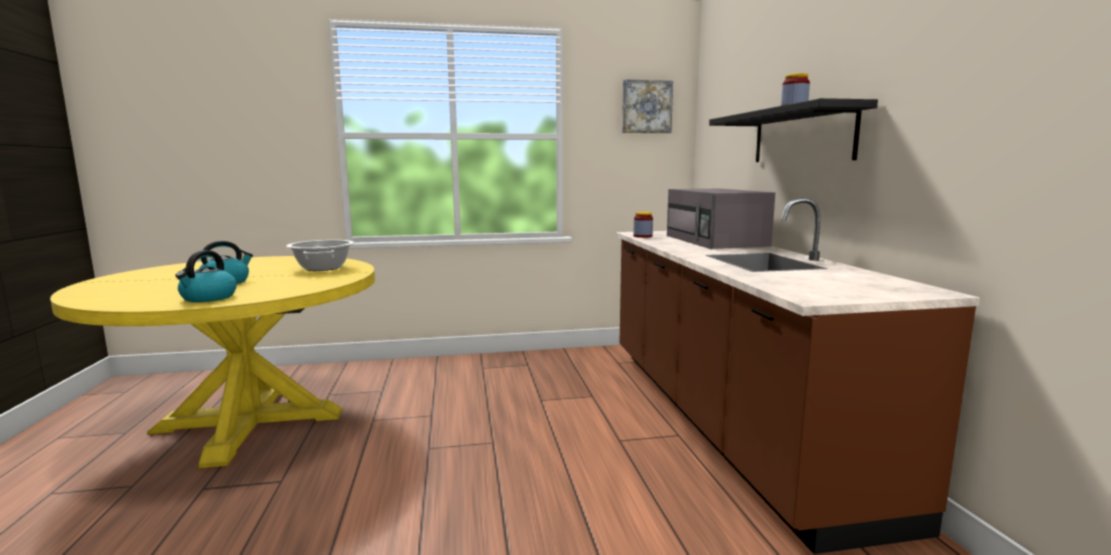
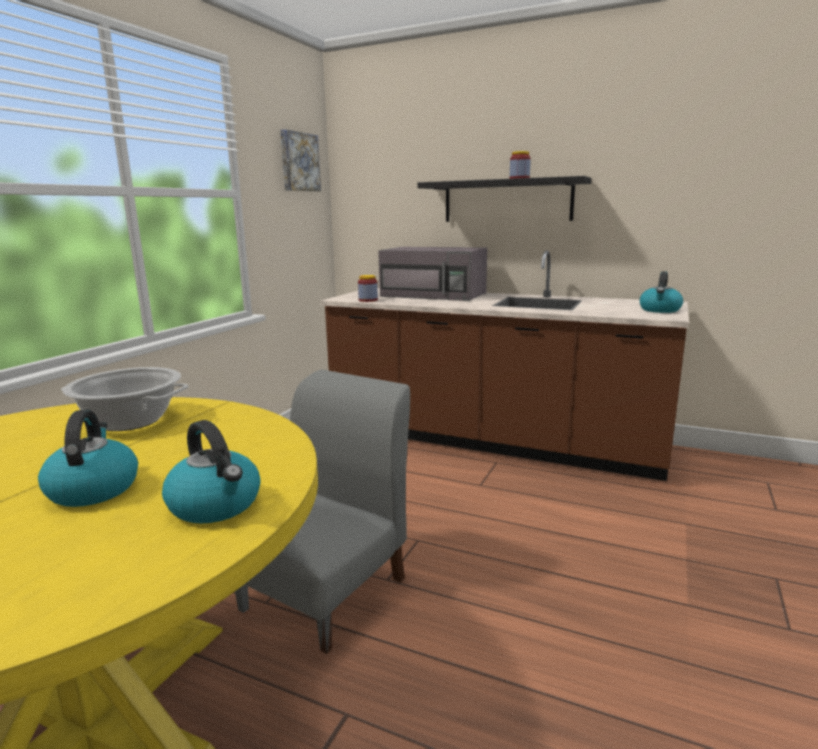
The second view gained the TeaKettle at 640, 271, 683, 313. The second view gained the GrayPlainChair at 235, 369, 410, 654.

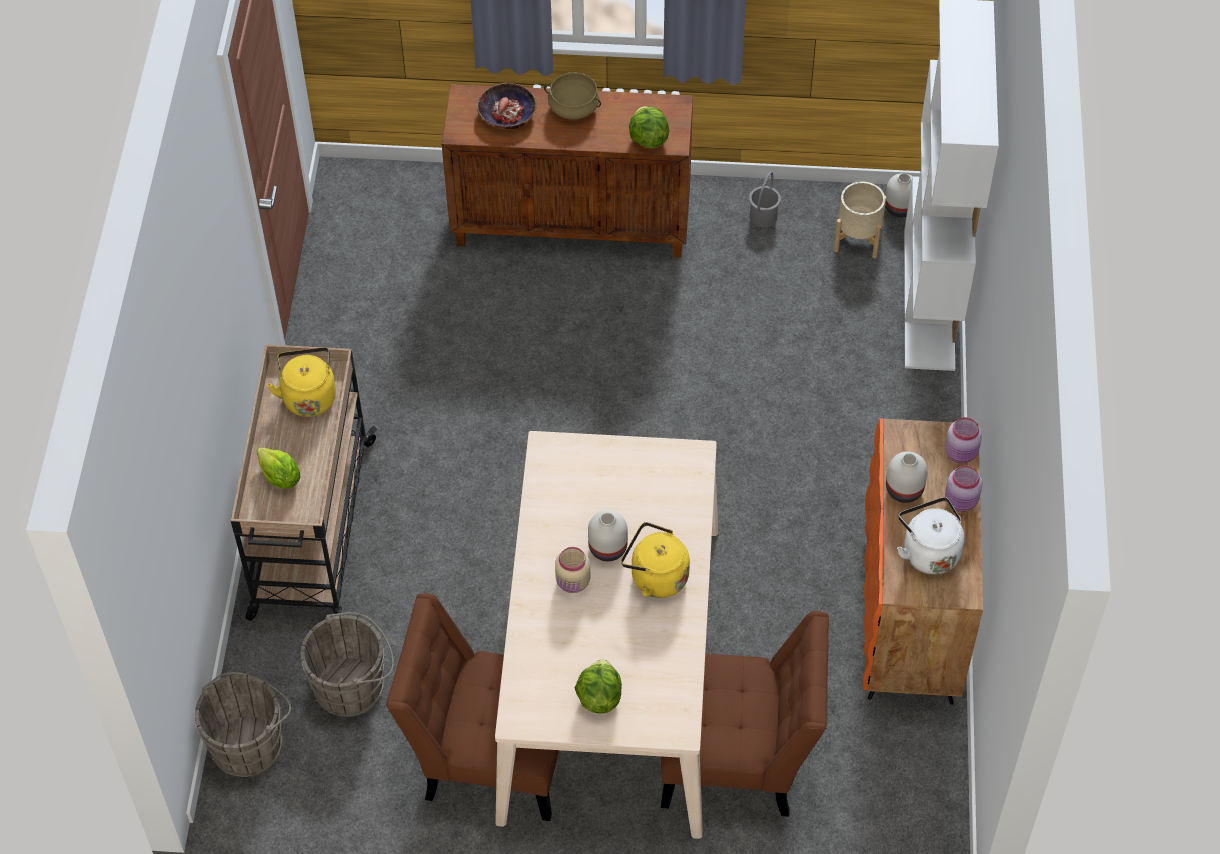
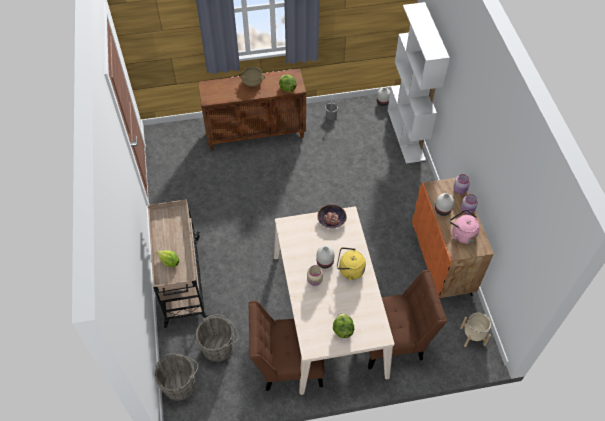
The Bowl ended up elsewhere, having gone from 477, 83, 537, 129 to 317, 204, 347, 229. The BeigePlanter ended up elsewhere, having gone from 834, 182, 886, 258 to 460, 312, 491, 347. The second view lost the YellowColouredTeaKettle at 267, 347, 336, 417. What was the WhiteTeaKettle at 897, 497, 964, 574 turned into the PinkishTeaKettle at 450, 209, 480, 244.

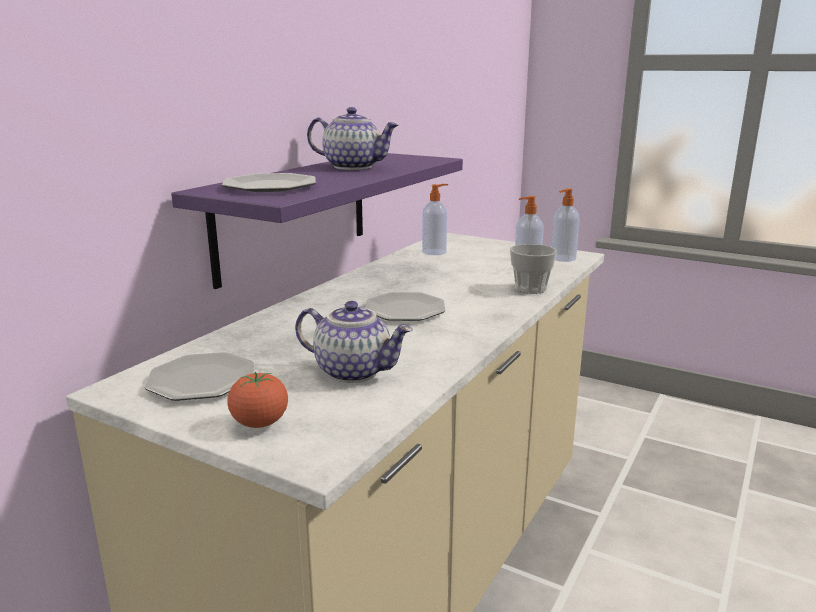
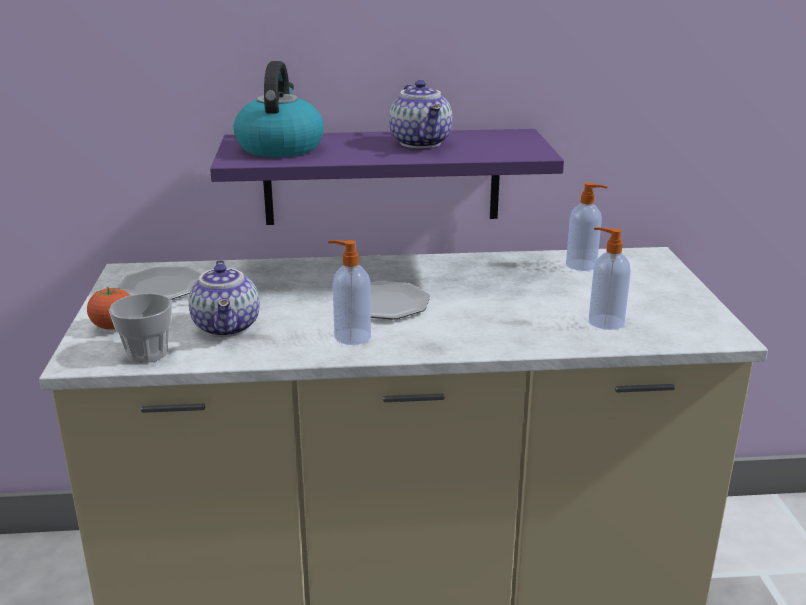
Where the FlatDish stood at 222, 173, 316, 192, the TeaKettle came to stand at 234, 61, 324, 157. The LiquidSoapBottle ended up elsewhere, having gone from 552, 188, 580, 262 to 328, 240, 371, 345. The Cup ended up elsewhere, having gone from 510, 244, 557, 294 to 109, 293, 172, 363.

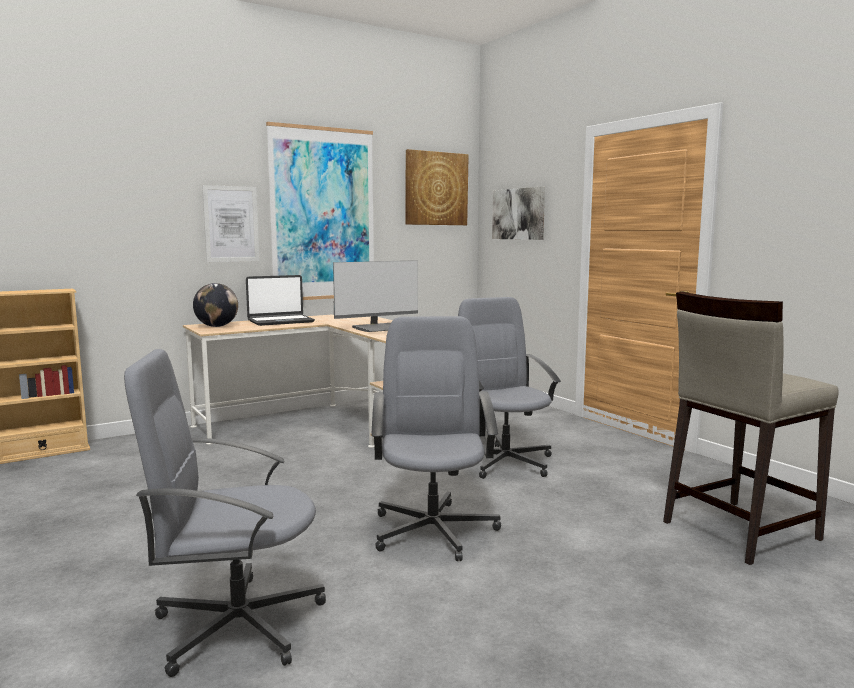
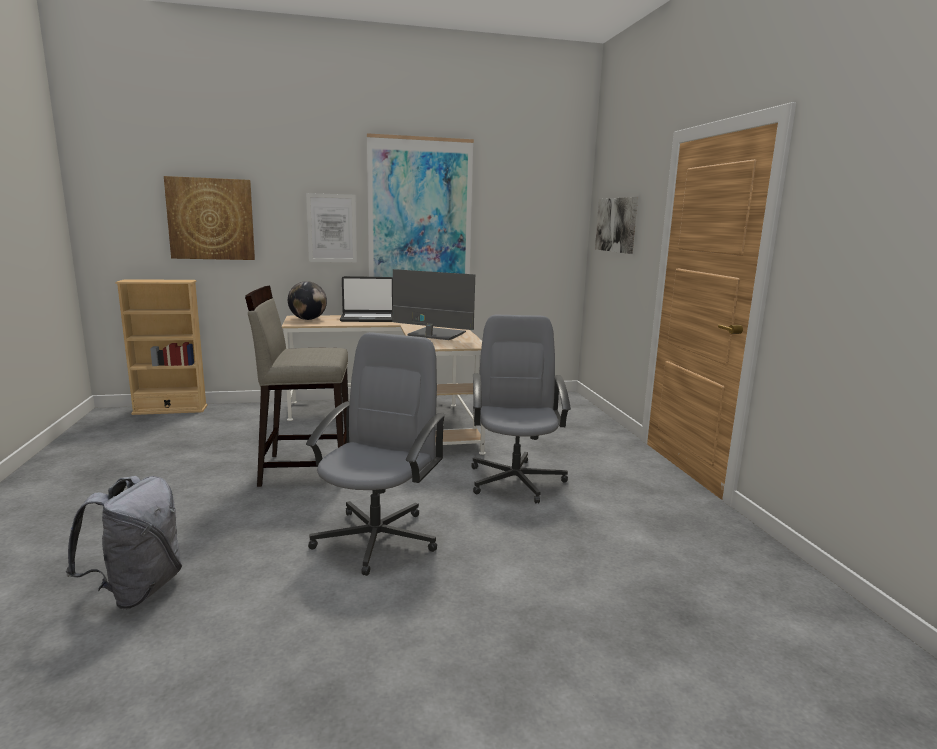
The WallPicture ended up elsewhere, having gone from 405, 149, 469, 225 to 164, 176, 255, 260. The Monitor at 333, 260, 418, 332 ended up facing another way, 150 degrees counterclockwise from before. The BeigeSittingStool ended up elsewhere, having gone from 663, 291, 839, 565 to 245, 285, 348, 487. Where the GrayComputerChair stood at 124, 349, 326, 677, the GrayKnapsack came to stand at 66, 476, 182, 609.

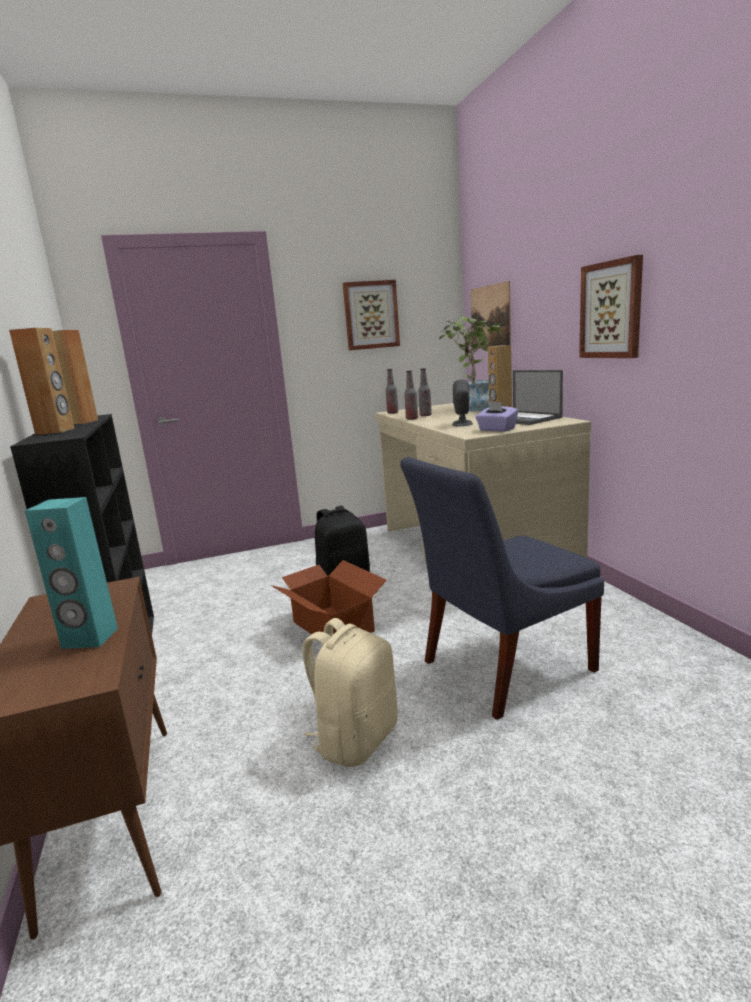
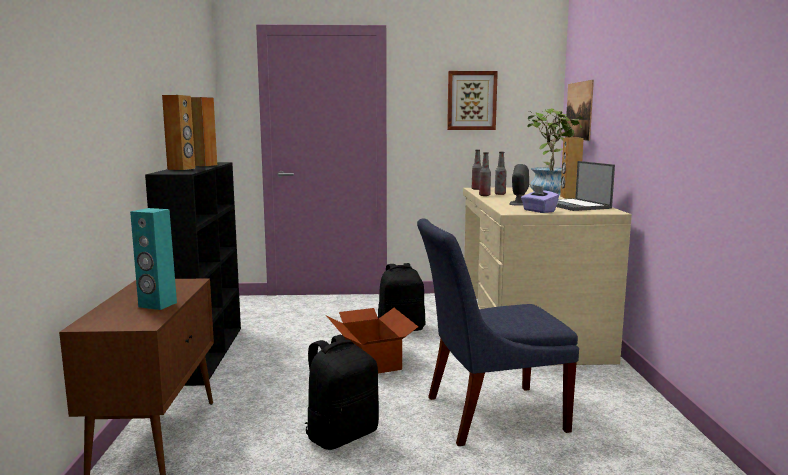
The second view lost the WallPicture at 579, 255, 643, 358. What was the BeigeKnapsack at 302, 618, 398, 767 turned into the BlackColouredKnapsack at 305, 335, 379, 450.

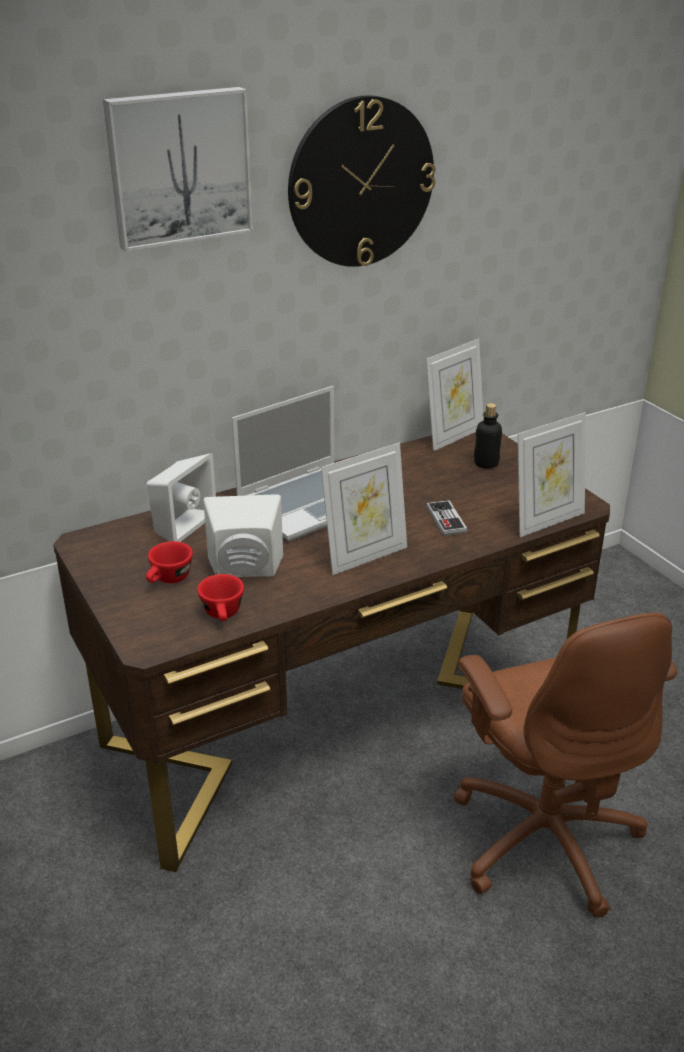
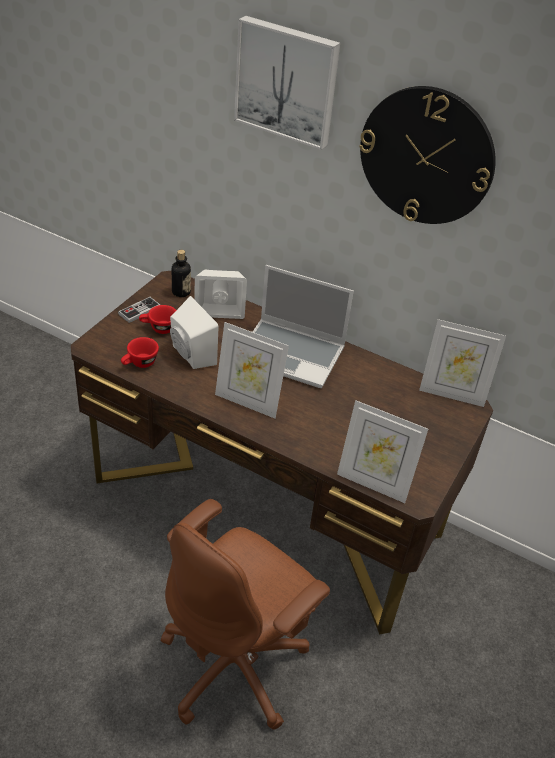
The BeverageBottle ended up elsewhere, having gone from 474, 403, 502, 469 to 172, 250, 191, 297. The Gamepad ended up elsewhere, having gone from 426, 500, 467, 536 to 118, 297, 161, 323.

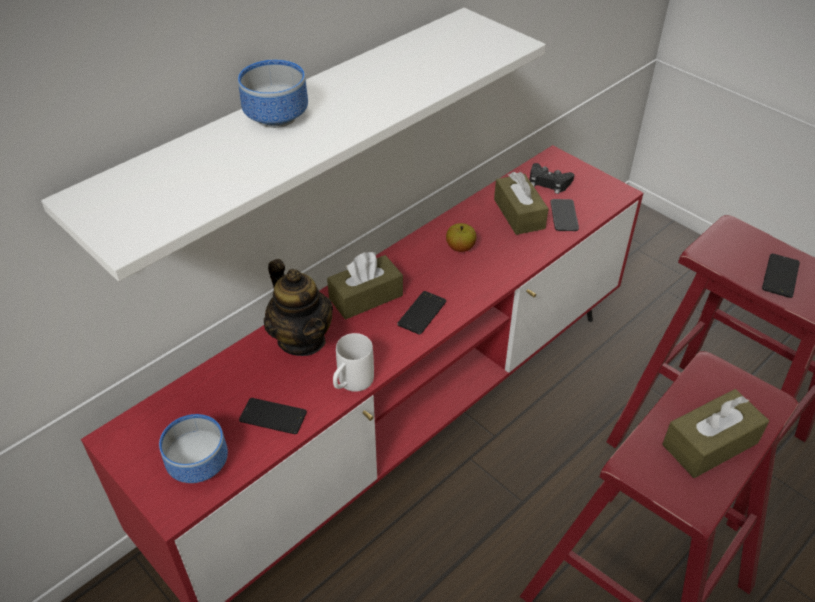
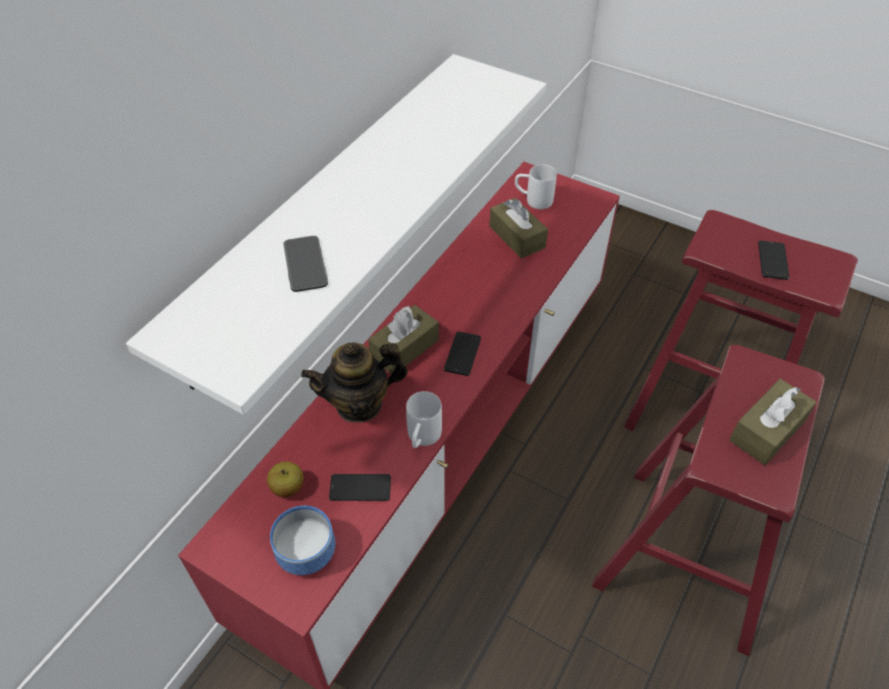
The second view lost the Bowl at 238, 60, 308, 128. Where the BlackColouredGamepad stood at 530, 163, 574, 194, the WhiteCoffeeMug came to stand at 515, 164, 557, 209. The Telephone ended up elsewhere, having gone from 550, 199, 579, 231 to 283, 236, 328, 292. The AppleFruit ended up elsewhere, having gone from 446, 223, 476, 252 to 267, 461, 304, 497. The Teapot at 264, 259, 333, 356 ended up facing another way, 120 degrees clockwise from before.

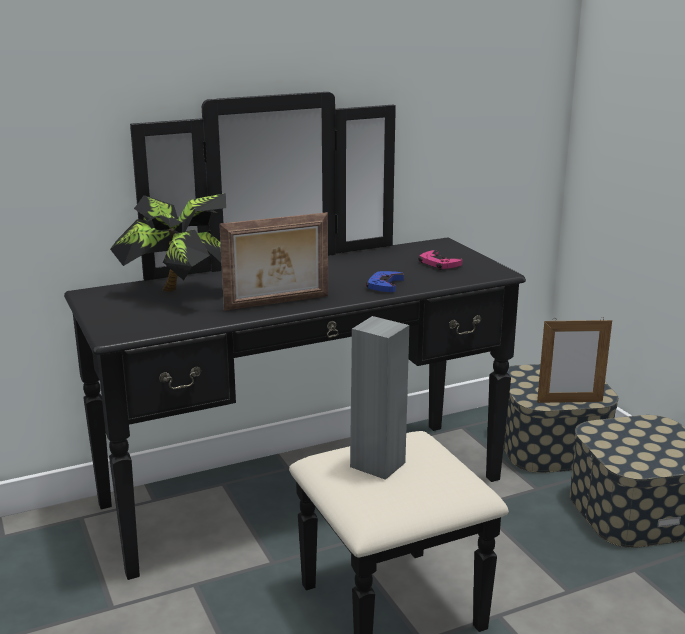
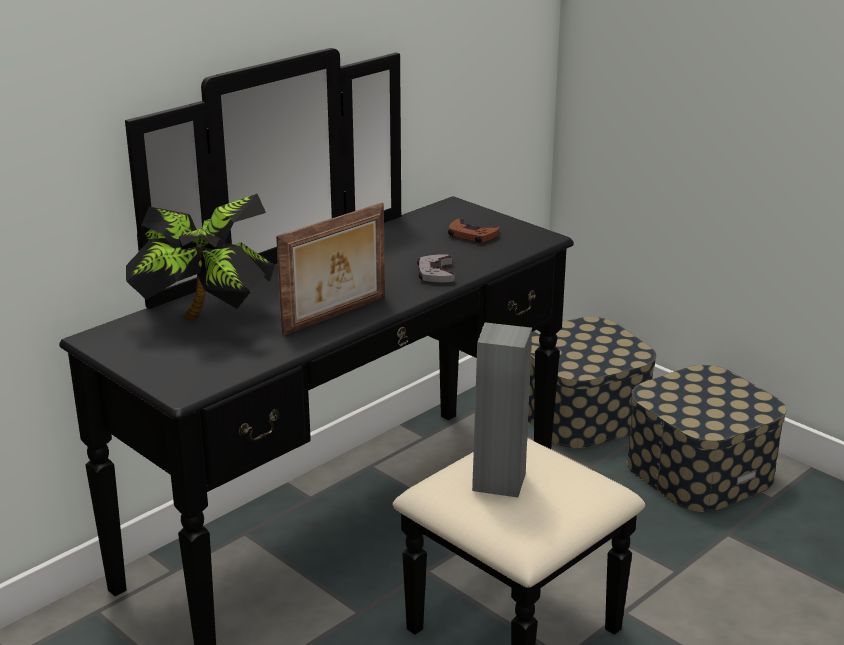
What was the PinkishGamepad at 418, 250, 462, 270 turned into the BrownColouredGamepad at 448, 218, 499, 243. What was the BlueGamepad at 366, 271, 404, 292 turned into the GrayGamepad at 417, 254, 455, 282. The second view lost the PictureFrame at 537, 317, 612, 403.

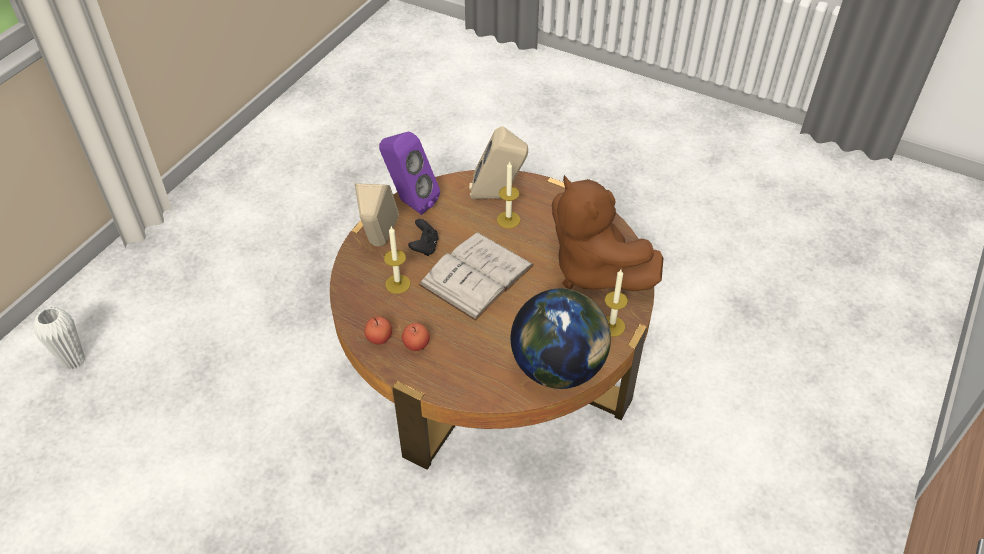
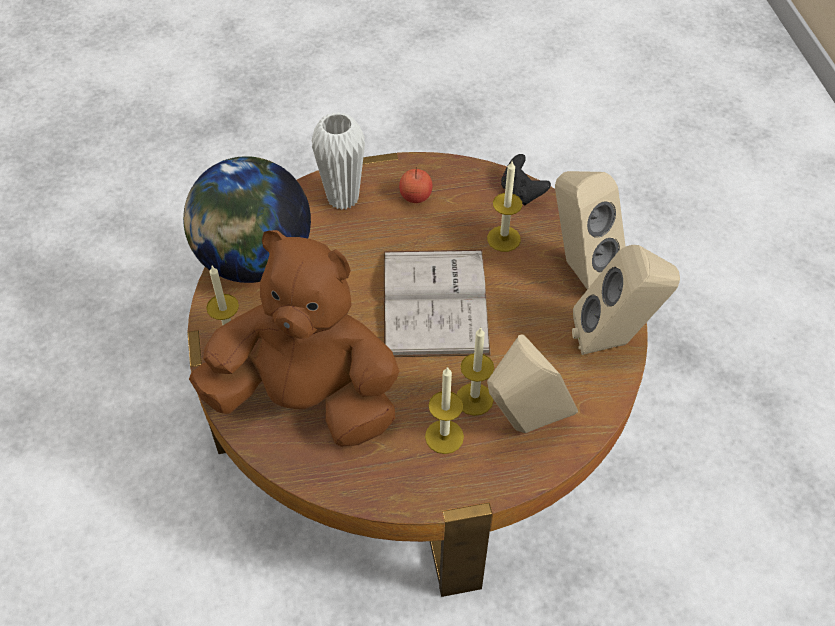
What was the PurpleLoudspeaker at 379, 131, 440, 215 turned into the BeigeLoudspeaker at 572, 245, 680, 355. The BlackColouredGamepad ended up elsewhere, having gone from 408, 219, 438, 256 to 501, 154, 551, 206. The WhiteDecorativeVase ended up elsewhere, having gone from 34, 307, 85, 370 to 312, 112, 365, 210. The second view lost the AppleFruit at 364, 317, 392, 344. The second view gained the WaxCandle at 425, 366, 464, 454.

